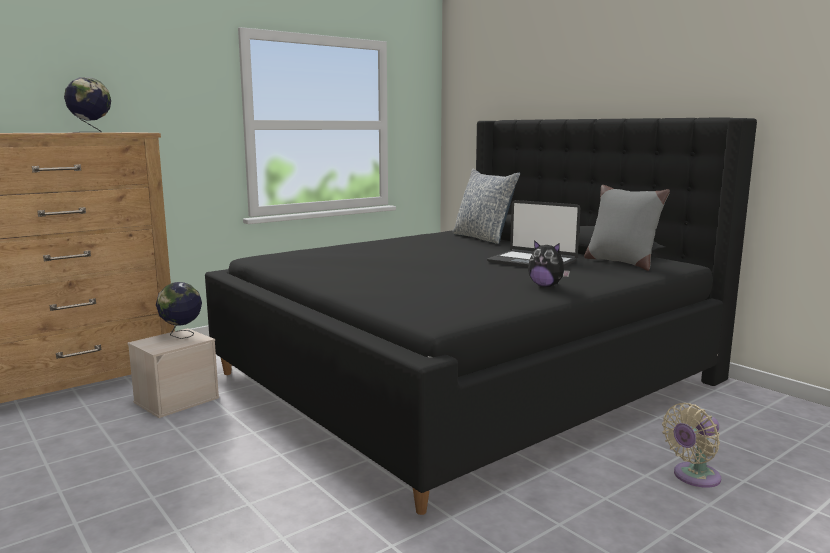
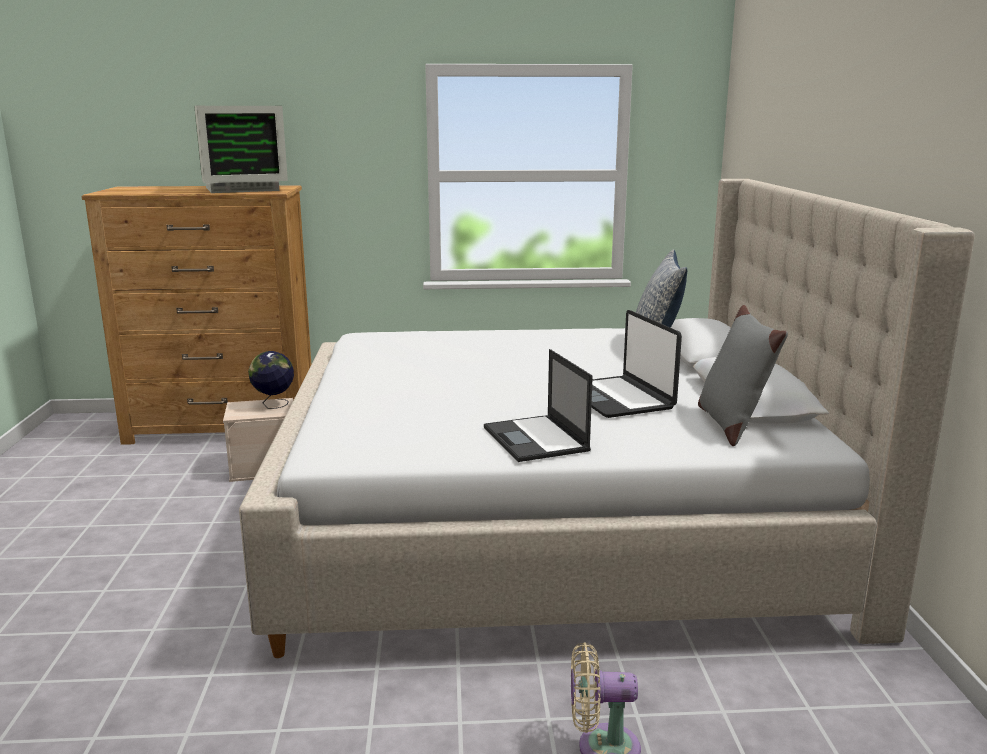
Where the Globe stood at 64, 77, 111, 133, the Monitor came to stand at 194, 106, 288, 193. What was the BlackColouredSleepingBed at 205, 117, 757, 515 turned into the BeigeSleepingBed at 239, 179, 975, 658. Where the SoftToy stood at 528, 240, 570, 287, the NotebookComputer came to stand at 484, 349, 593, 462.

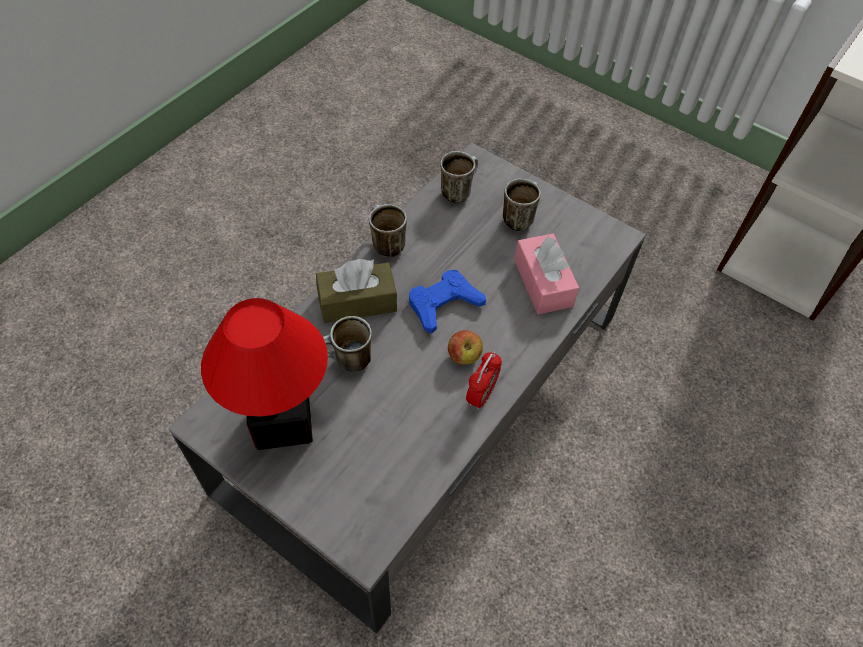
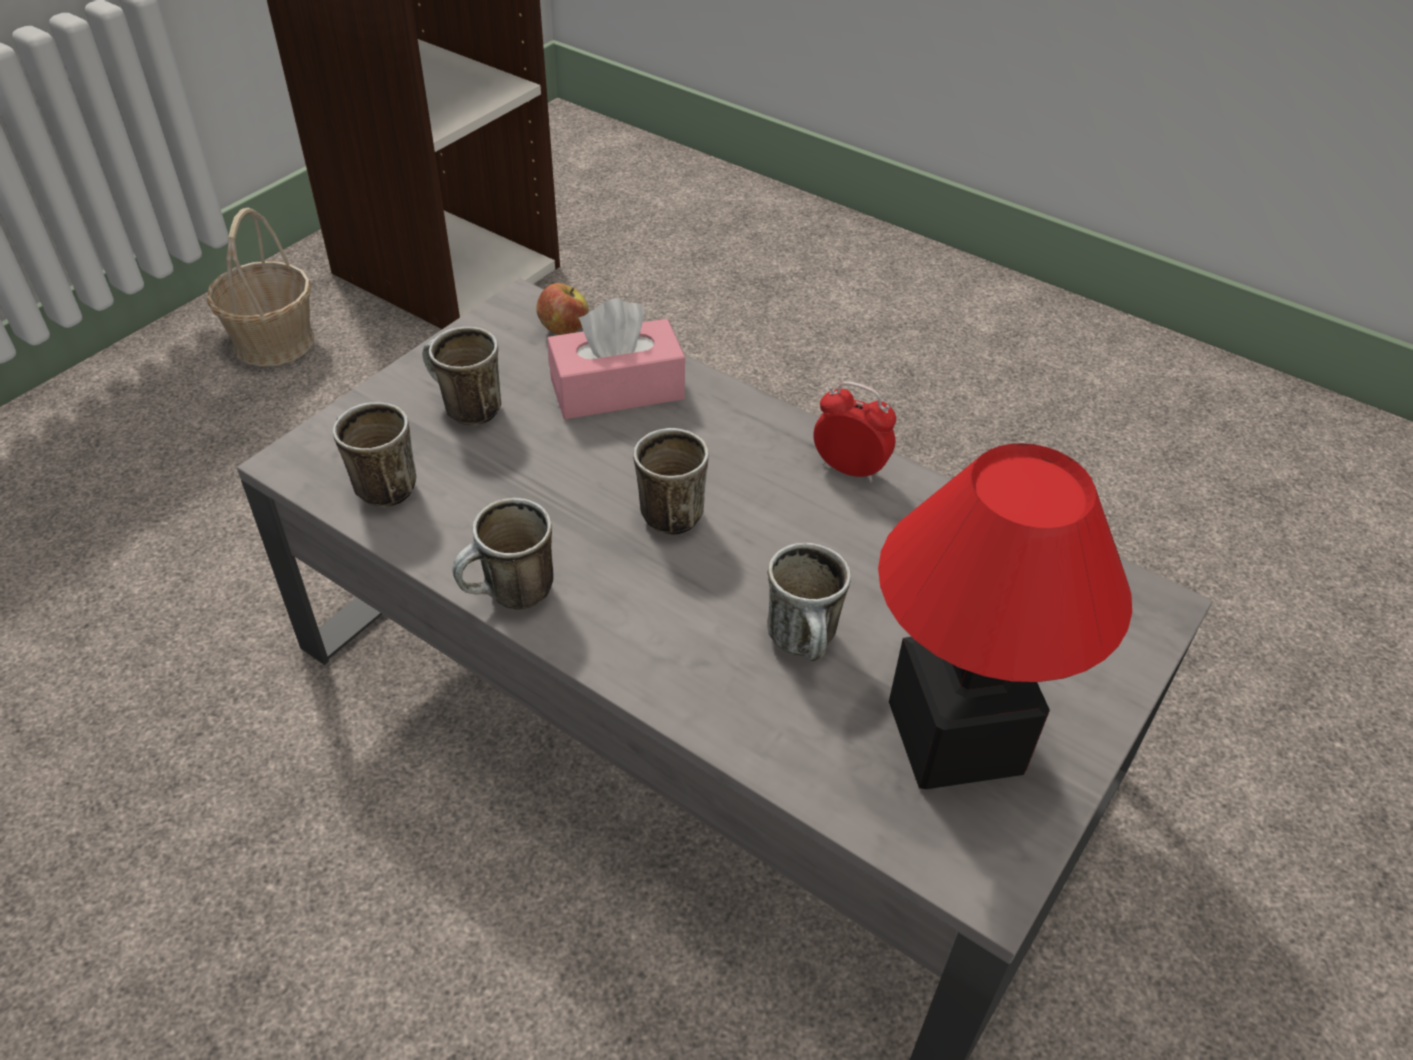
The second view lost the BrownColouredTissueHolder at 316, 259, 397, 323. Where the BlueGamepad stood at 409, 270, 486, 333, the CoffeeMug came to stand at 633, 428, 709, 535. The AppleFruit ended up elsewhere, having gone from 448, 330, 483, 365 to 536, 283, 589, 335. The second view gained the HouseholdBasket at 206, 208, 314, 367.

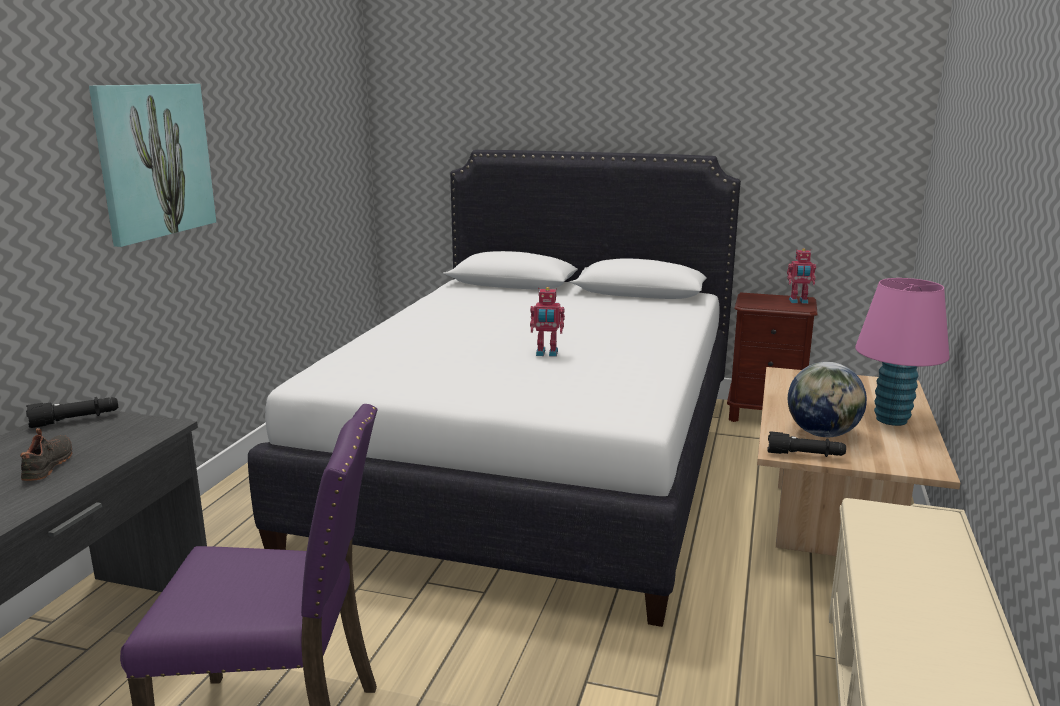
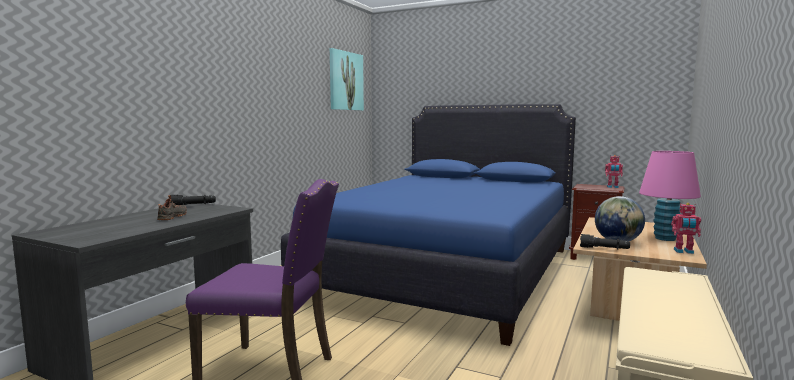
The WallPicture ended up elsewhere, having gone from 89, 84, 216, 247 to 330, 48, 364, 110. What was the WhiteSleepingBed at 248, 150, 741, 627 turned into the BlueSleepingBed at 281, 104, 576, 346. The ModelRobot ended up elsewhere, having gone from 530, 287, 565, 357 to 671, 203, 701, 254.

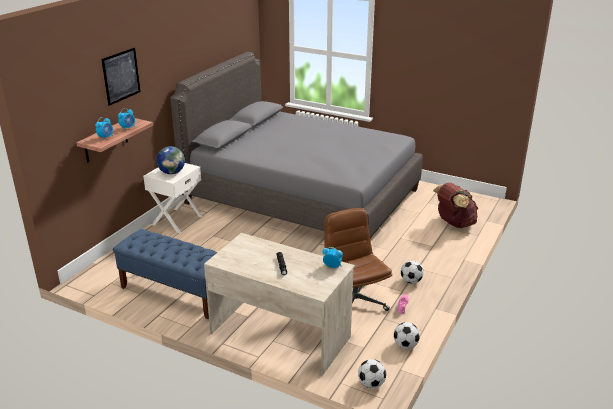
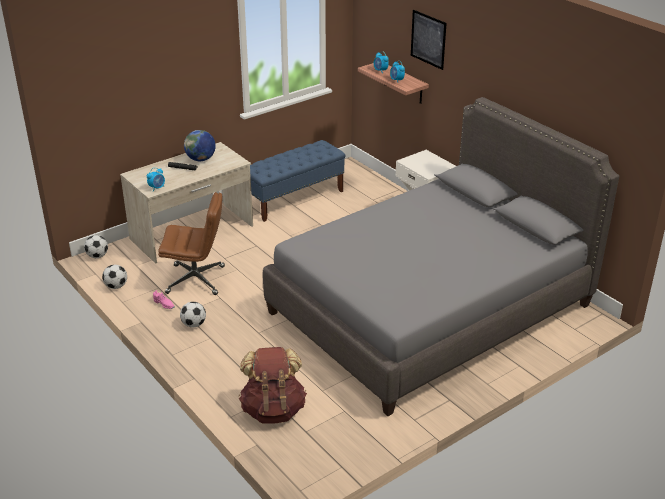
The Globe ended up elsewhere, having gone from 156, 146, 185, 174 to 184, 130, 216, 161.

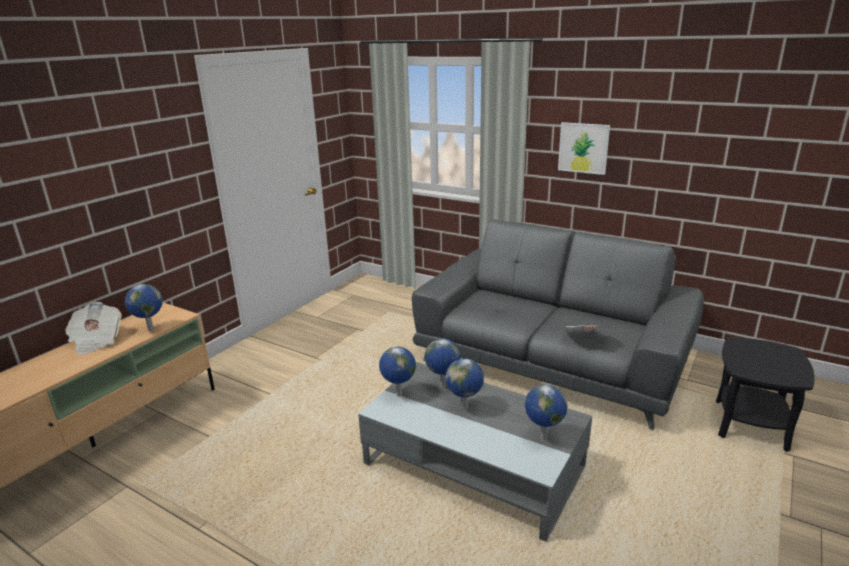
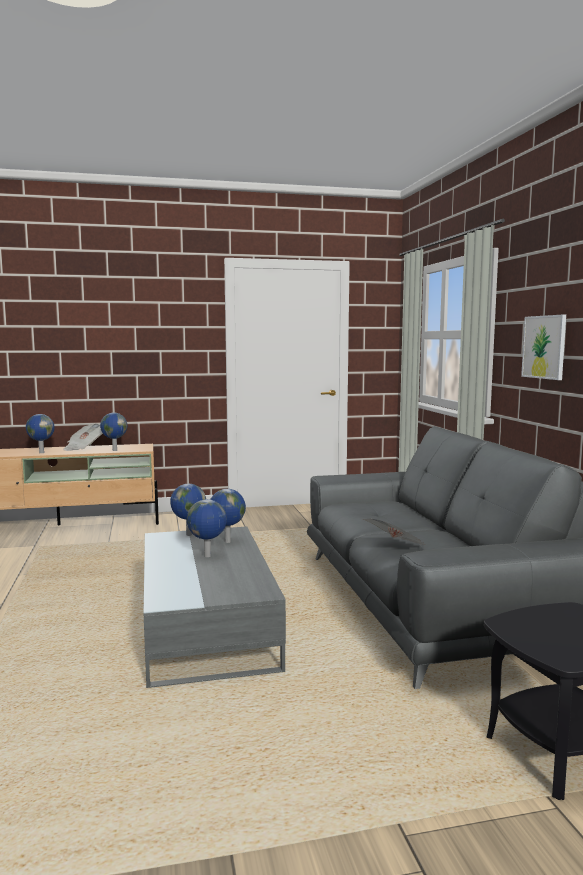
The Globe ended up elsewhere, having gone from 525, 384, 567, 440 to 26, 414, 55, 453.

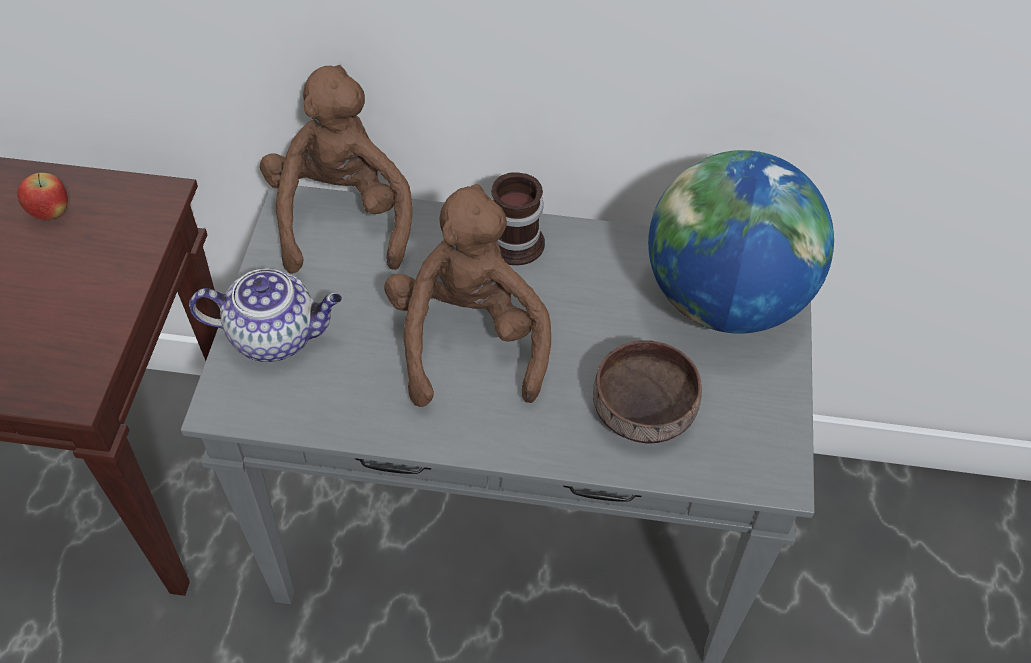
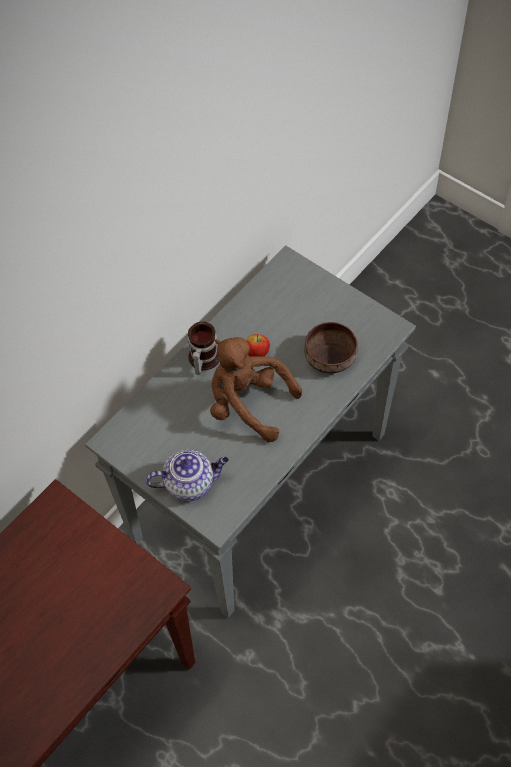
The second view lost the BrownColouredSoftToy at 260, 65, 412, 274. The second view lost the Globe at 648, 150, 834, 333. The AppleFruit ended up elsewhere, having gone from 17, 173, 68, 220 to 246, 334, 270, 357. The Teapot at 189, 268, 342, 362 ended up facing another way, 45 degrees clockwise from before.

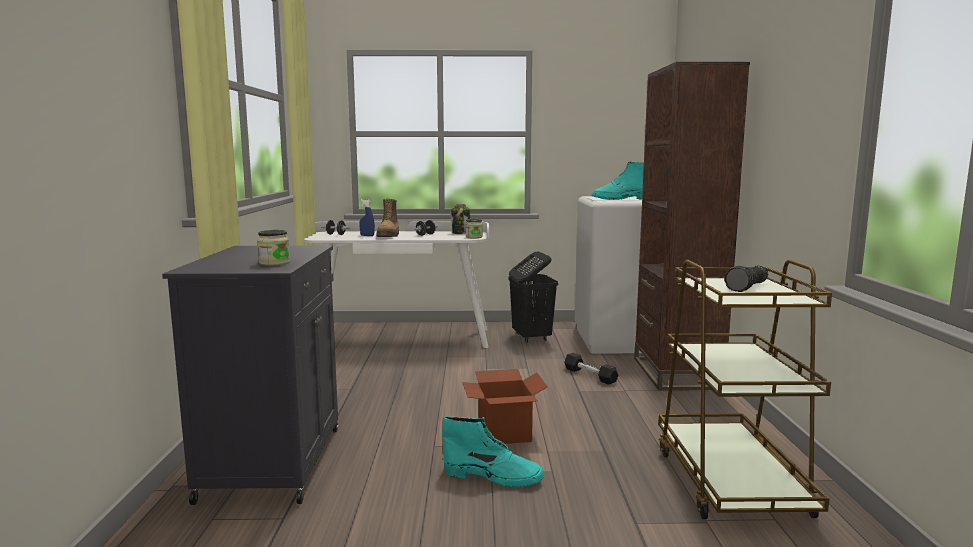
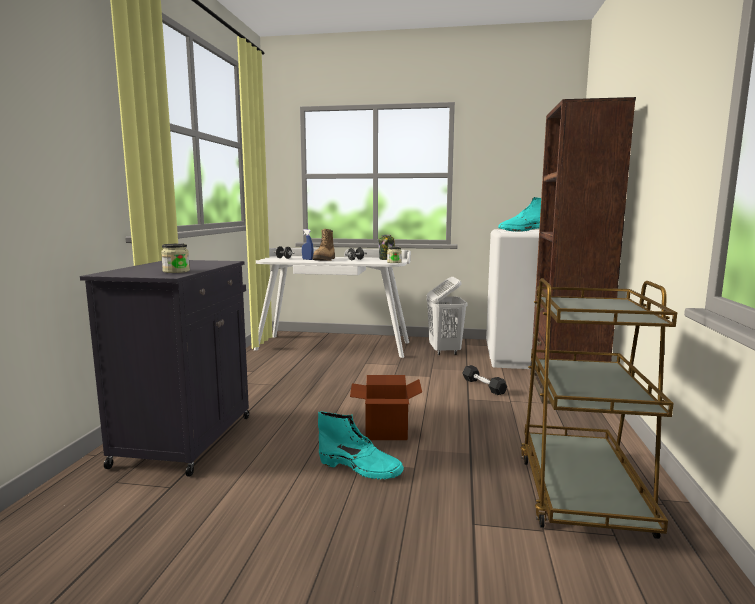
What was the BlackColouredLaundryBasket at 509, 251, 558, 343 turned into the WhiteLaundryBasket at 426, 277, 468, 355. The second view lost the Torch at 724, 266, 768, 292.

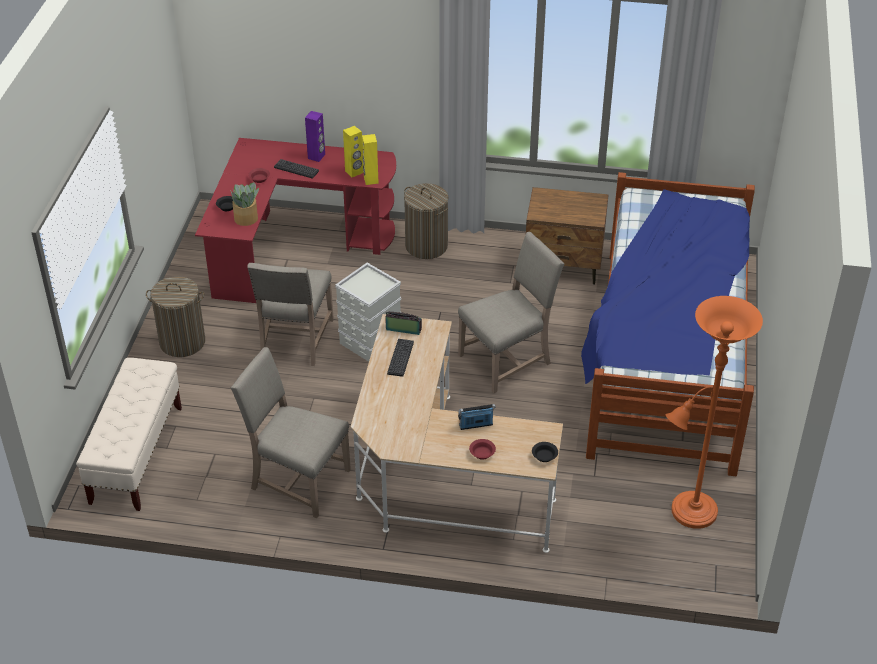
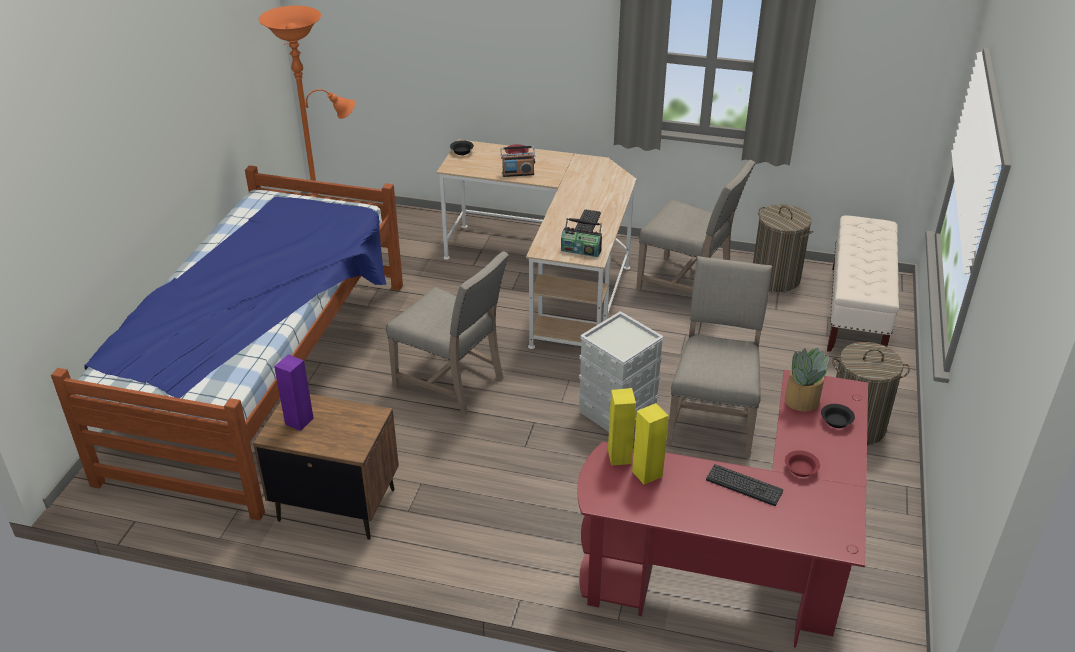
The PurpleLoudspeaker ended up elsewhere, having gone from 305, 111, 325, 162 to 274, 354, 314, 431. The LaundryBasket ended up elsewhere, having gone from 404, 183, 448, 259 to 753, 204, 813, 292. The BeigePlainChair at 458, 232, 564, 393 ended up facing another way, 120 degrees counterclockwise from before.

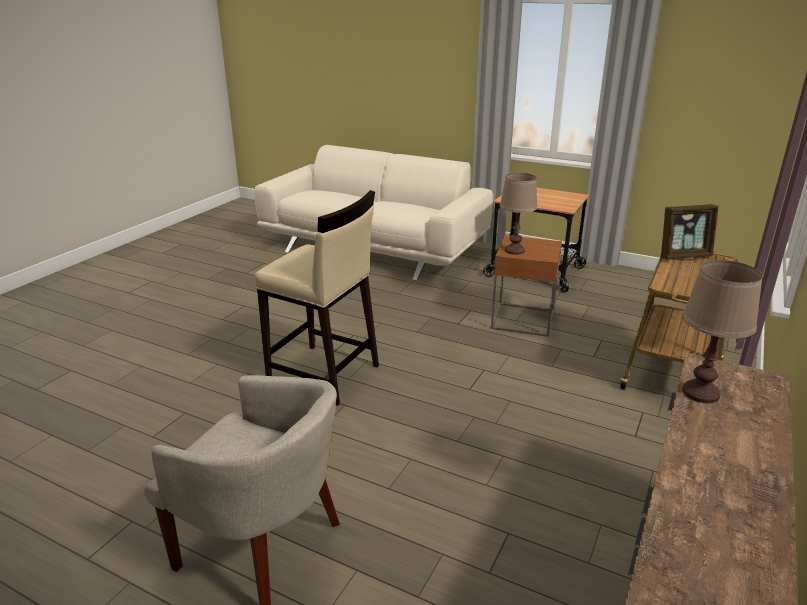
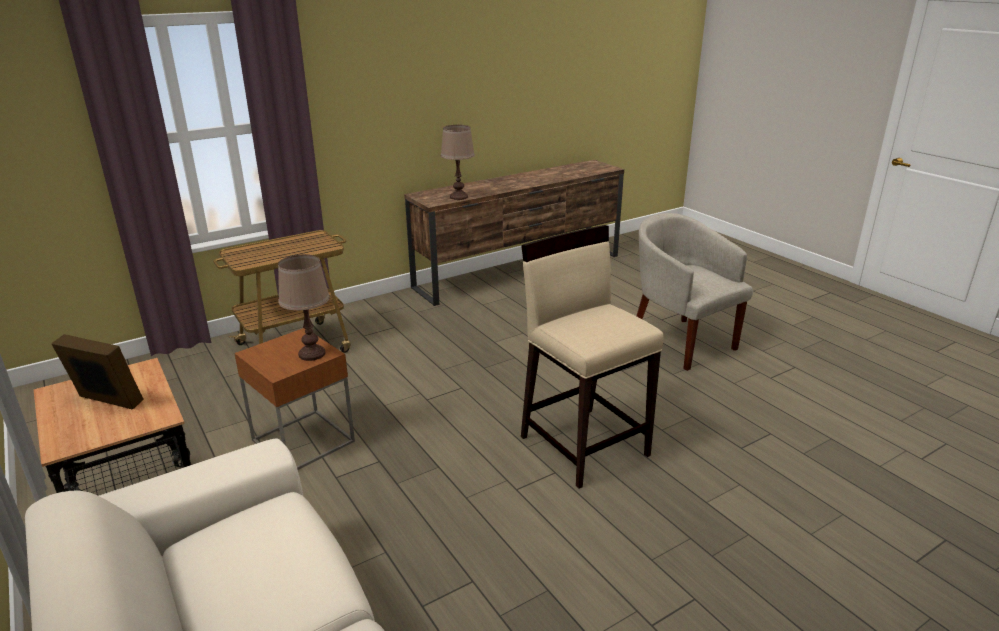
The PictureFrame ended up elsewhere, having gone from 661, 204, 718, 260 to 51, 334, 144, 410.

